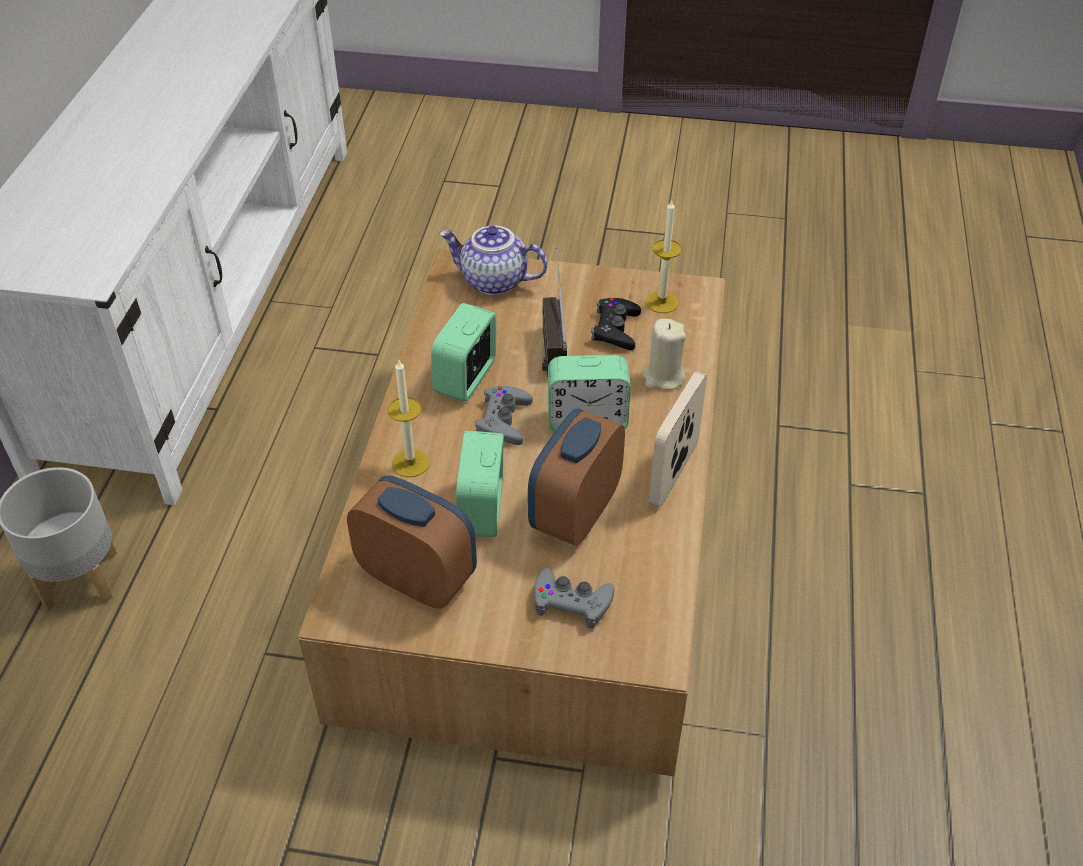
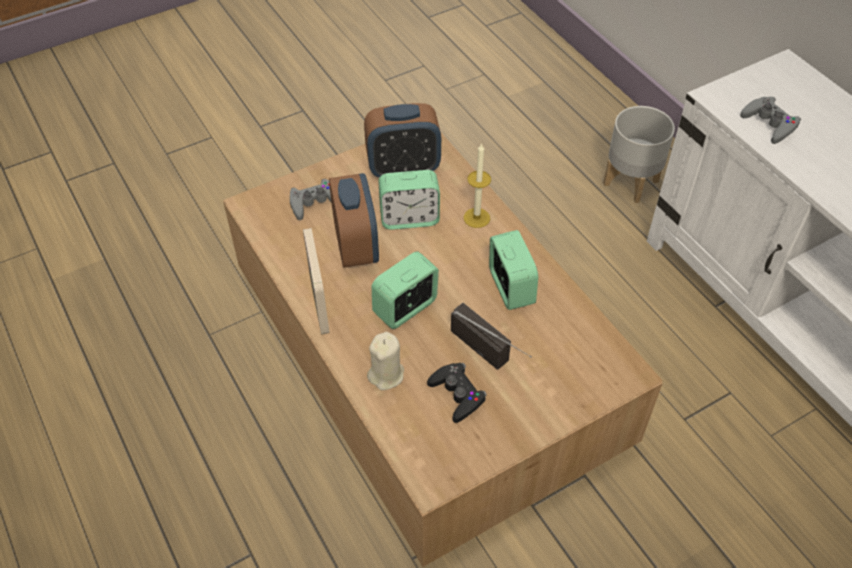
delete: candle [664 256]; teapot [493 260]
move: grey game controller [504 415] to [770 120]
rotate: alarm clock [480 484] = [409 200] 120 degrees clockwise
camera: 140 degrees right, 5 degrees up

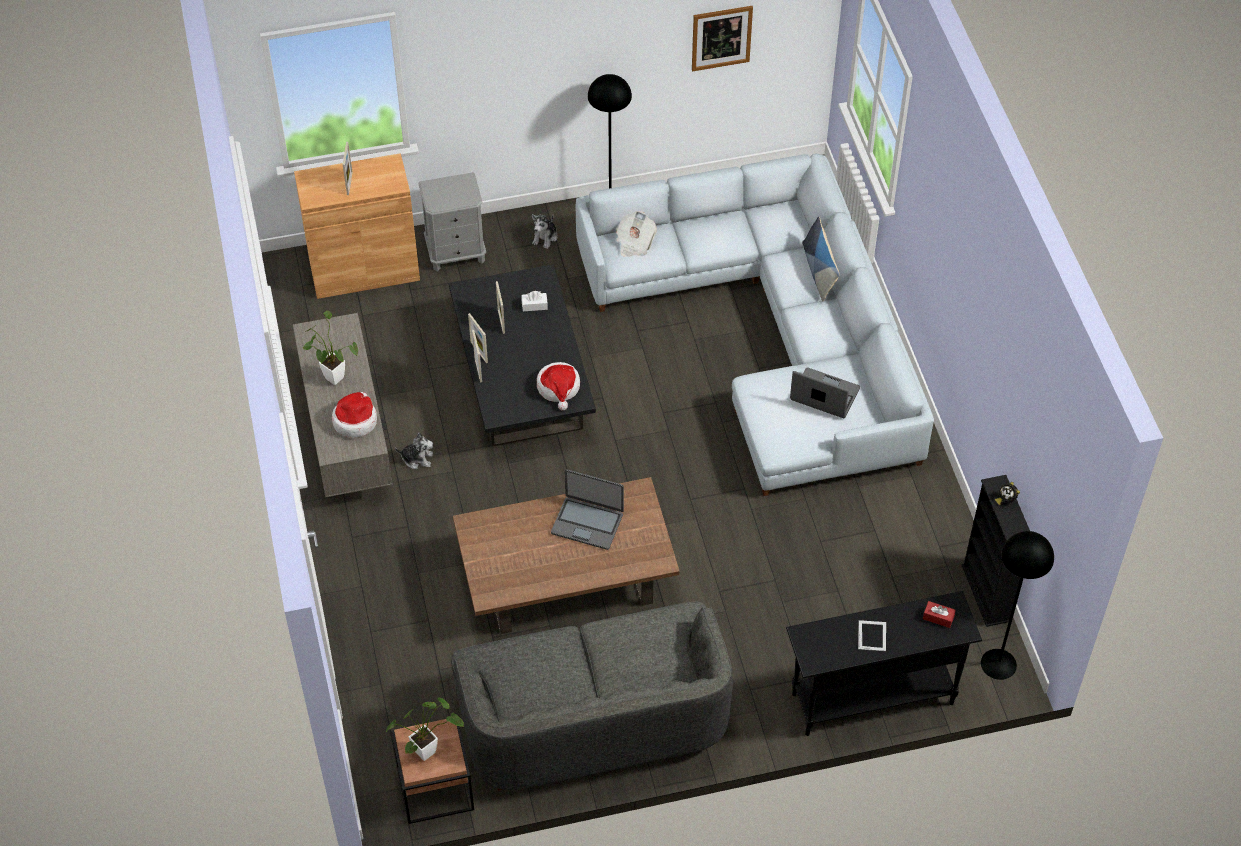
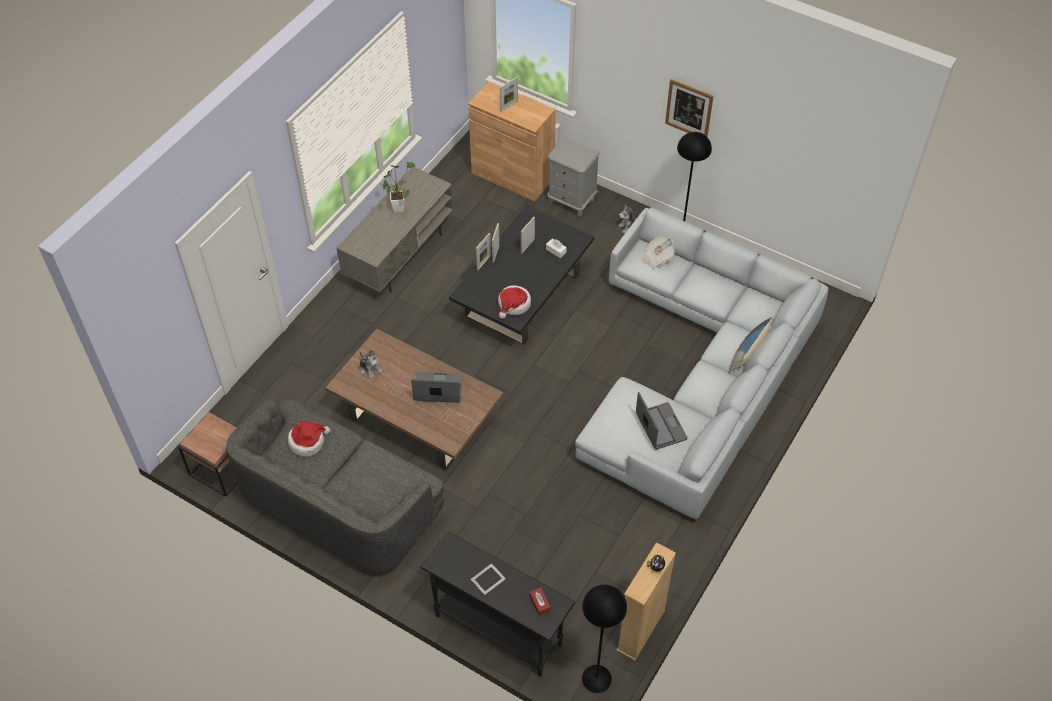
delete: potted plant [425 729]
move: picture [722 38] to [689 107]; hat [354 414] to [309 439]; plush toy [414 451] to [371 364]
recolor: black bookcase [996 551] to beige bookcase [646 601]
rotate: laptop [587 509] = [437 387] 120 degrees clockwise
camera: 45 degrees right, 0 degrees up

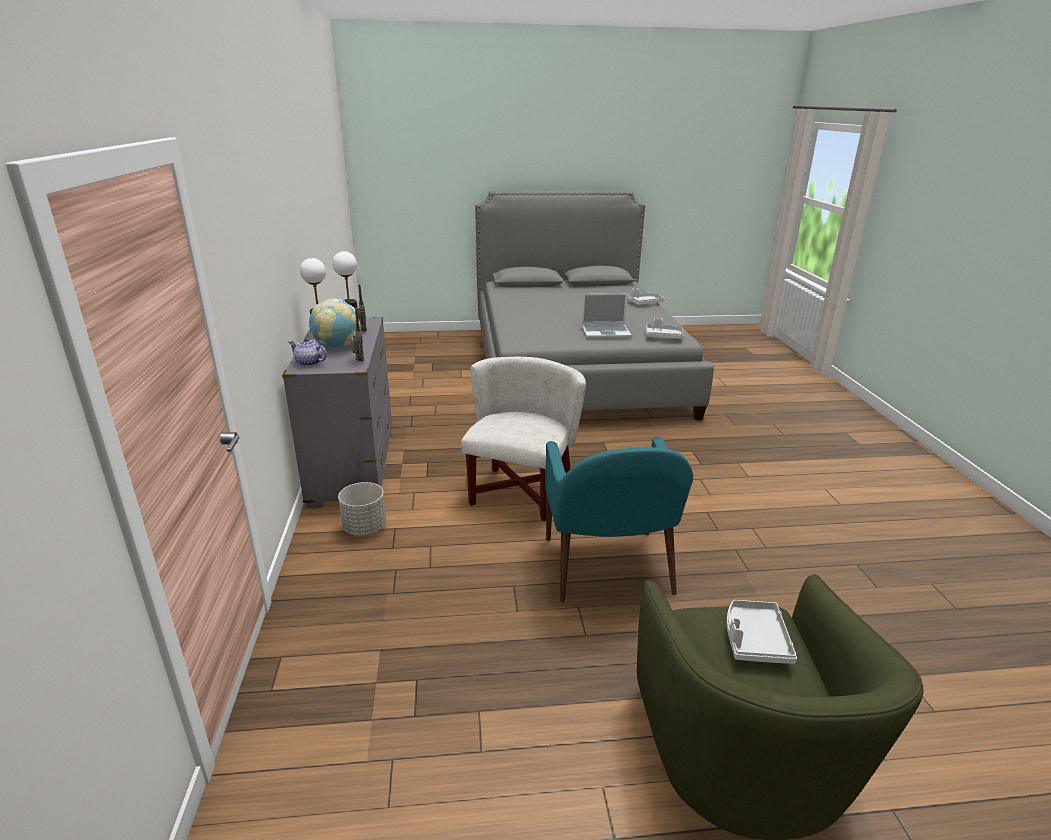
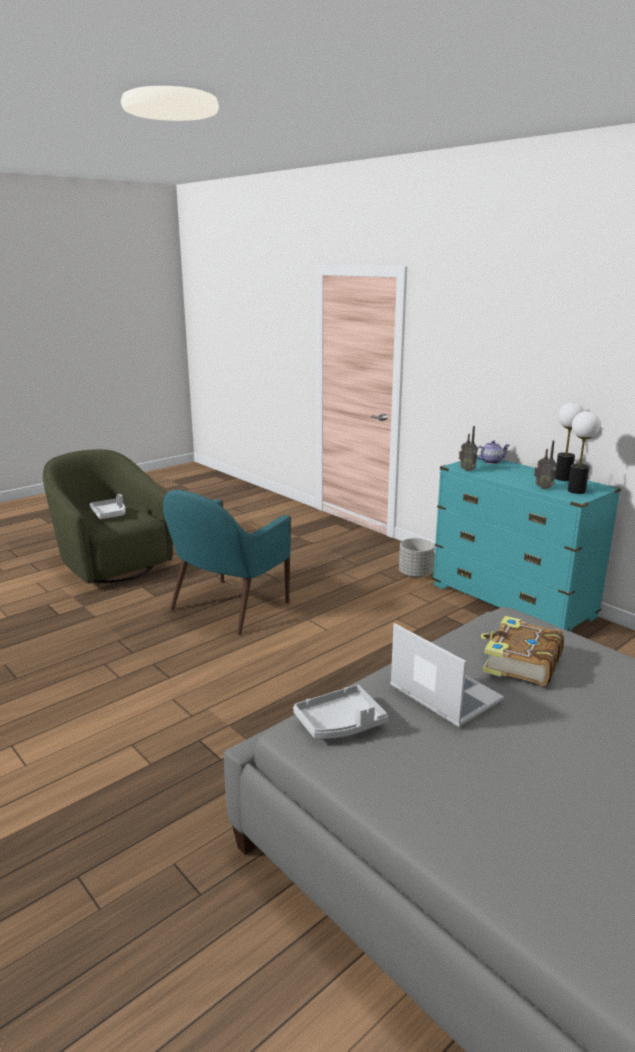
delete: grey tray [646 296]; globe [335 323]; white armchair [523 439]
insert: book [522 651]
recolor: grey dresser [337 412] to turquoise dresser [526 543]
rotate: laptop [606 315] = [447 675] 90 degrees clockwise; turquoise armchair [619 520] = [227 562] 105 degrees counterclockwise
camera: 145 degrees right, 5 degrees down

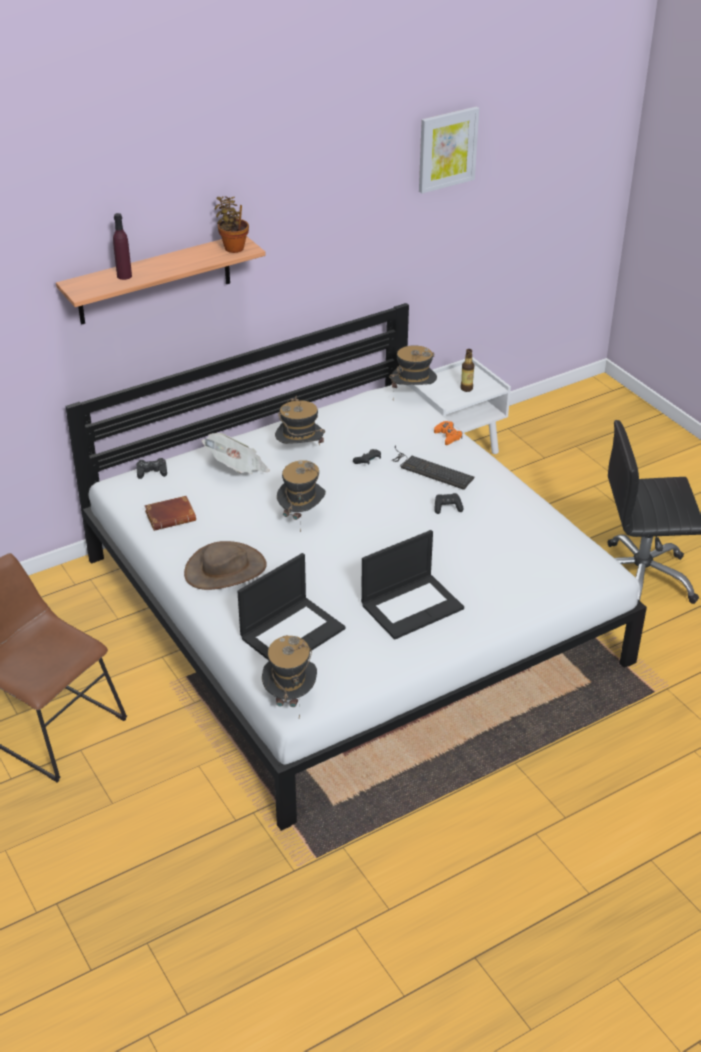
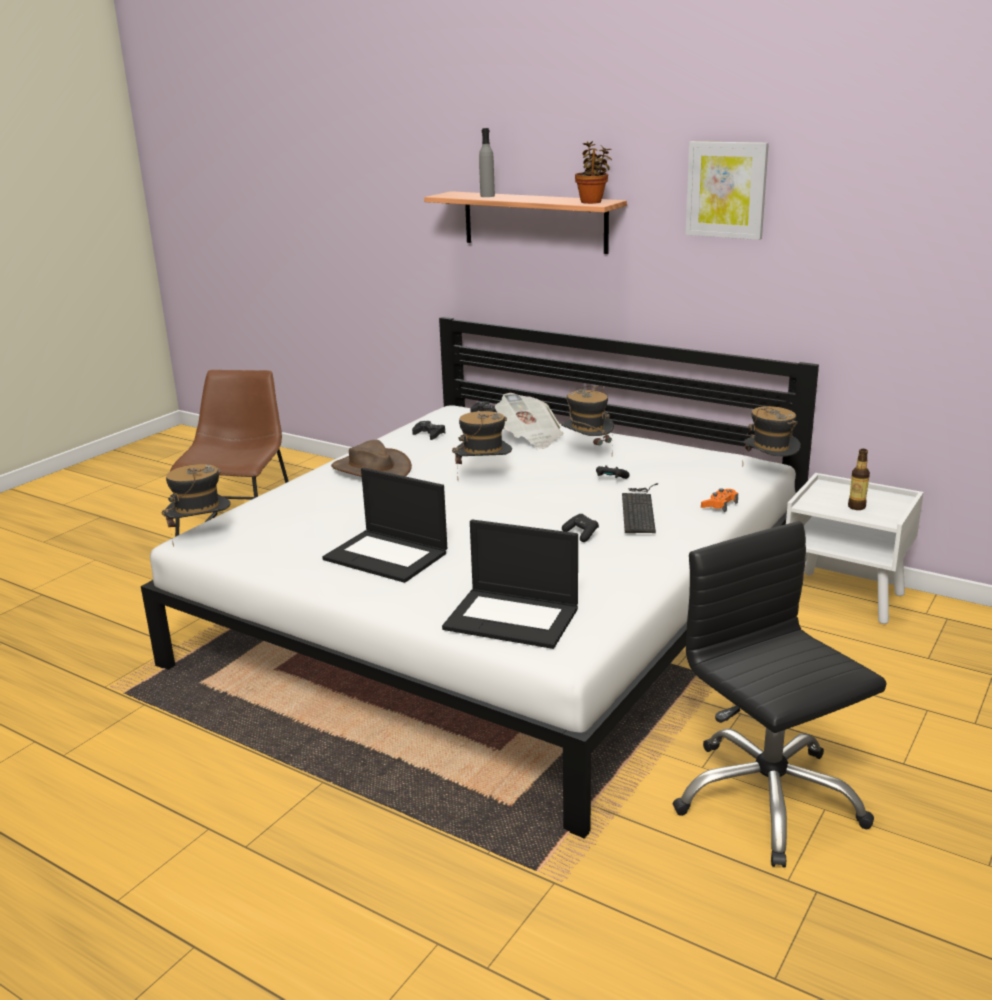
move: picture [449 150] to [727 190]; laptop [291 606] to [510 584]
replace: brown book [170 513] to black game controller [428 430]
recolor: purple bottle [122 246] to grey bottle [487 162]
camera: 65 degrees right, 15 degrees down

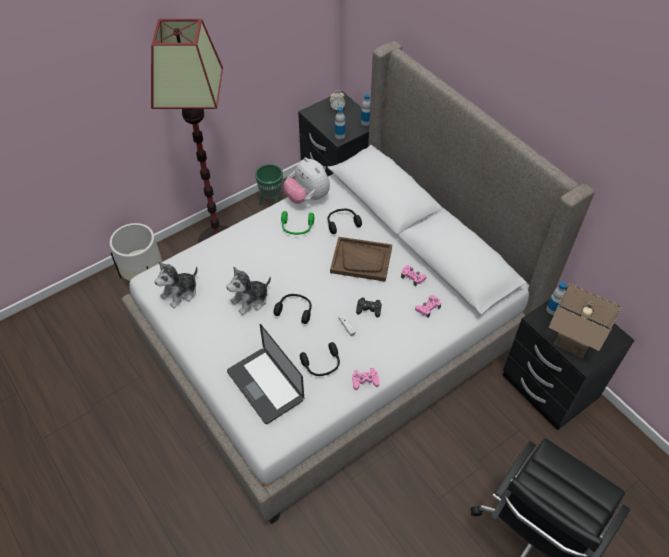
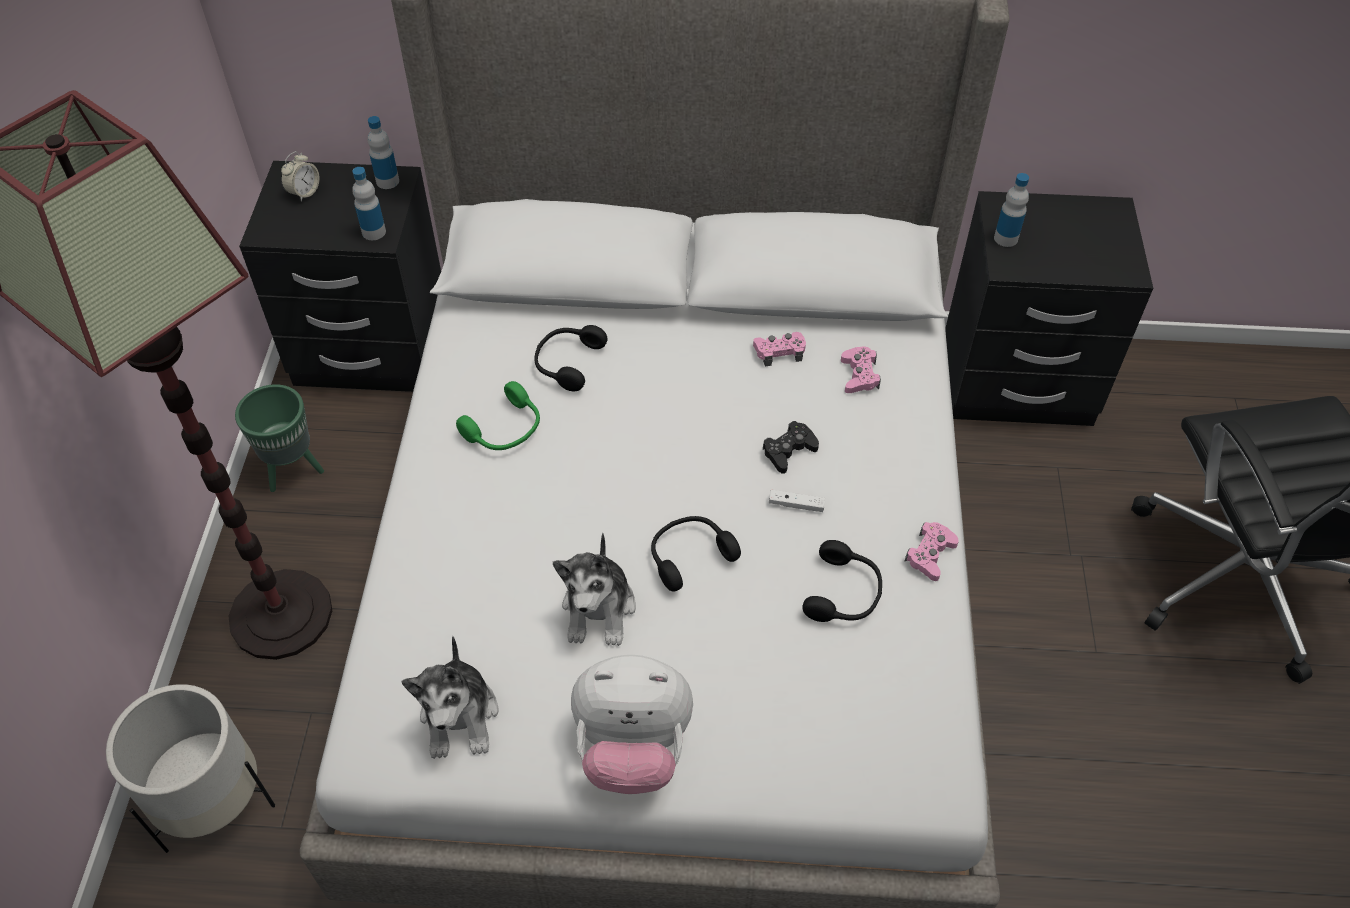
delete: brown tray [361 259]; beige table lamp [585 321]; laptop [265 374]
move: plush toy [306 180] to [632 724]
camera: 50 degrees left, 0 degrees up

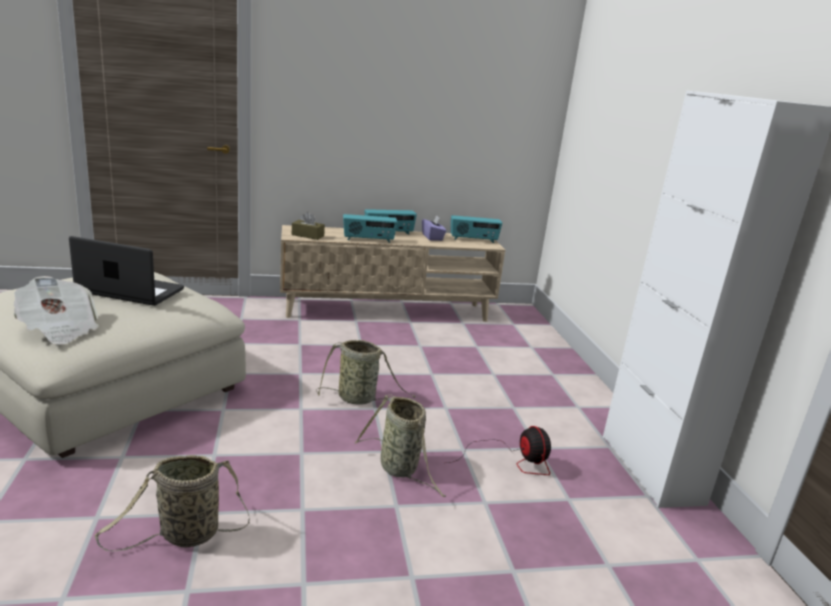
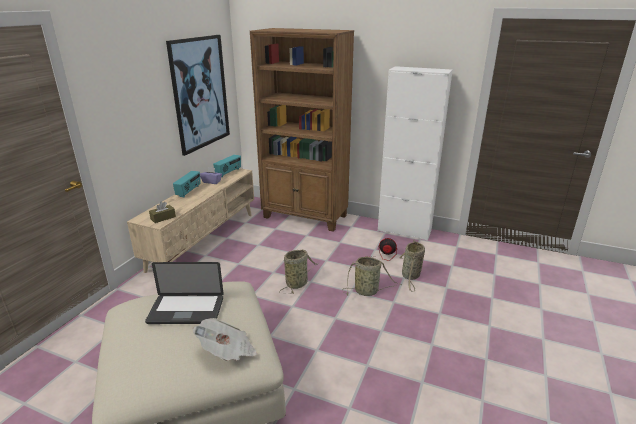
delete: radio [370 228]
insert: brown bookcase [302 130]; picture [198 95]
move: basket [172 503] to [412 266]
rotate: laptop [126 271] = [184 293] 135 degrees counterclockwise
camera: 55 degrees left, 5 degrees up

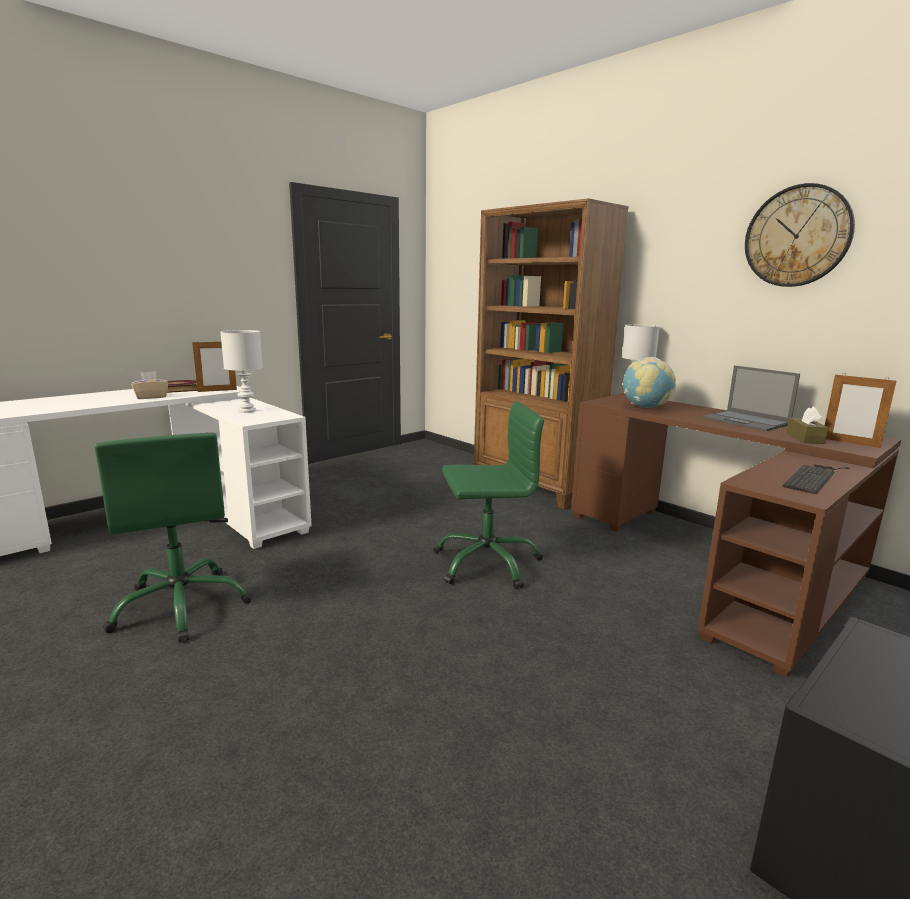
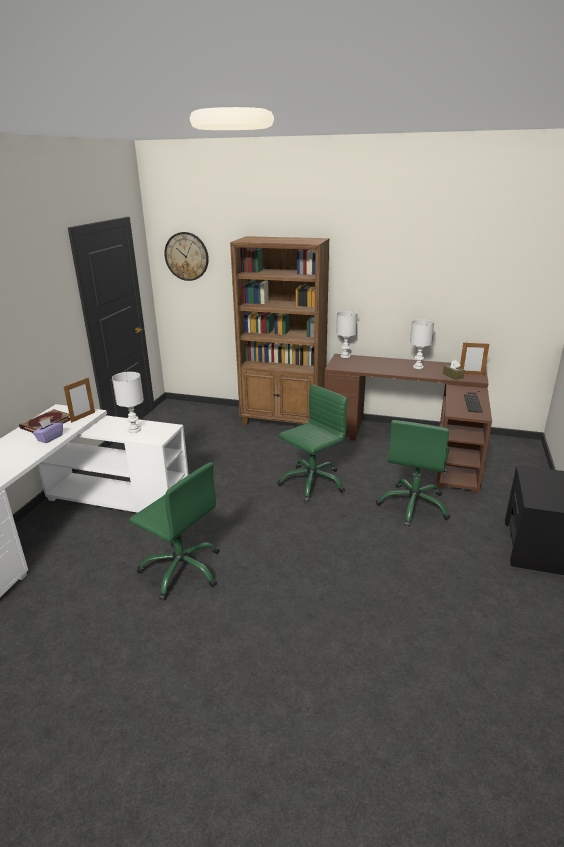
delete: globe [649 382]
insert: green office chair [413 473]
move: wall clock [800 235] to [186 256]
replace: laptop [751 398] to white table lamp [422 344]
recolor: beige tissue box [149 385] to purple tissue box [48 430]
camera: 30 degrees left, 10 degrees up

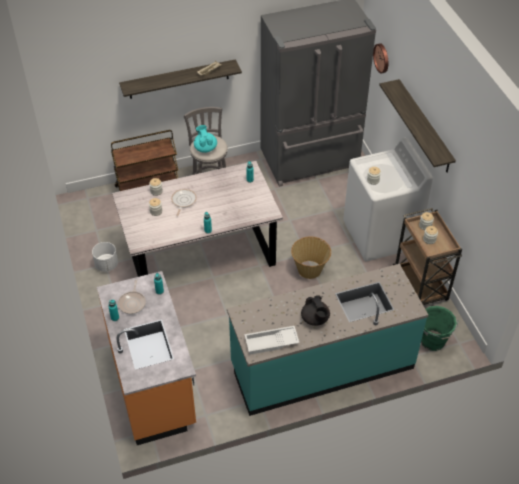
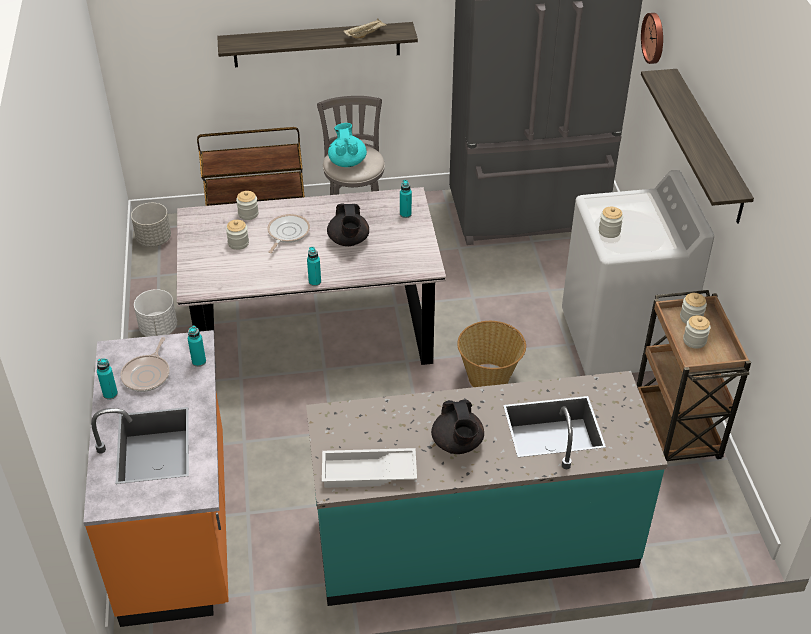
delete: green bucket [439 328]
insert: grey planter [151 225]; black teapot [348 225]
camera: 10 degrees right, 5 degrees down

